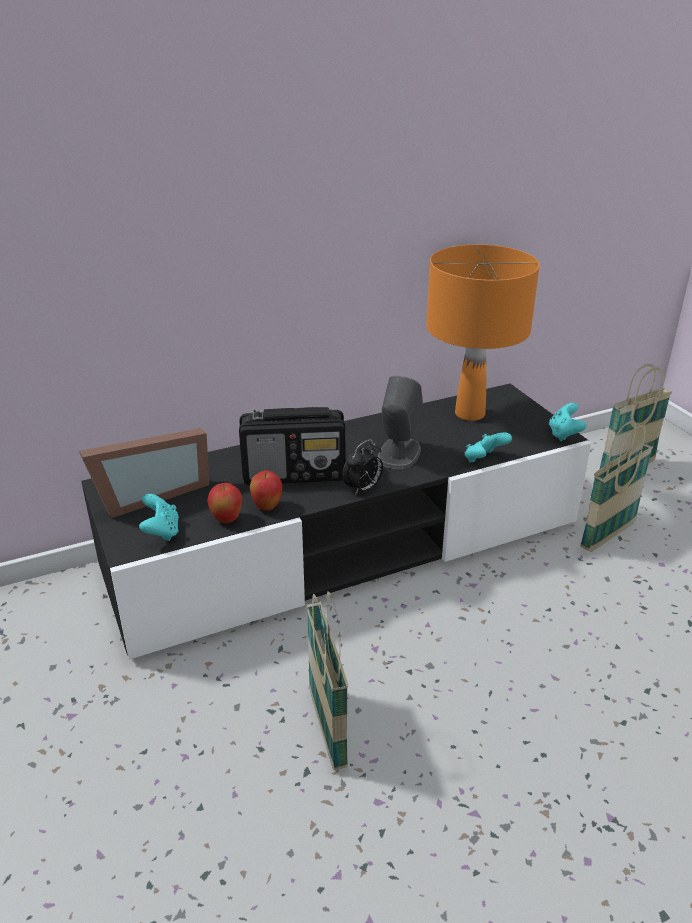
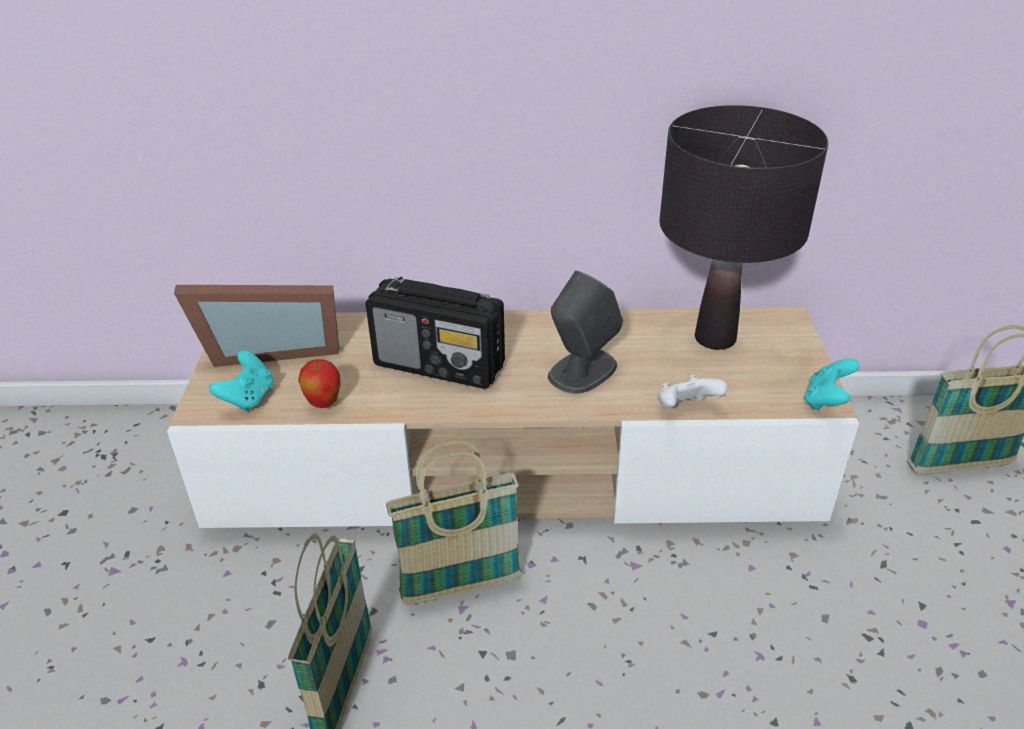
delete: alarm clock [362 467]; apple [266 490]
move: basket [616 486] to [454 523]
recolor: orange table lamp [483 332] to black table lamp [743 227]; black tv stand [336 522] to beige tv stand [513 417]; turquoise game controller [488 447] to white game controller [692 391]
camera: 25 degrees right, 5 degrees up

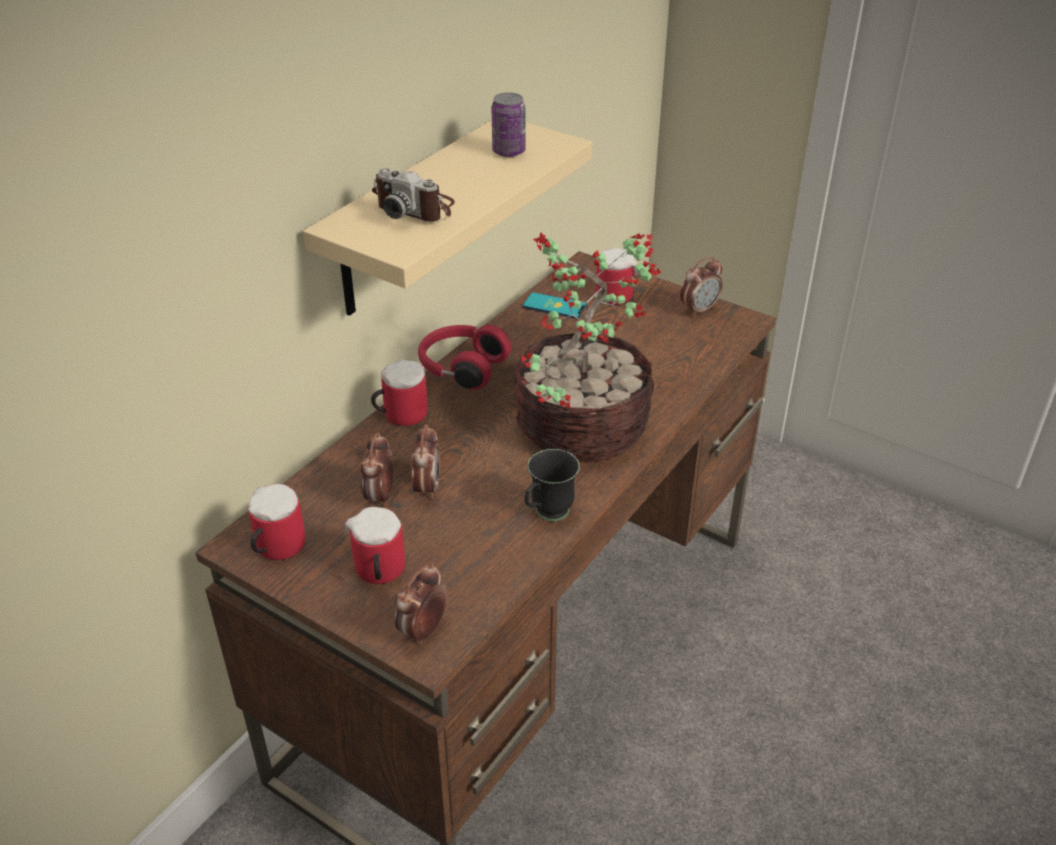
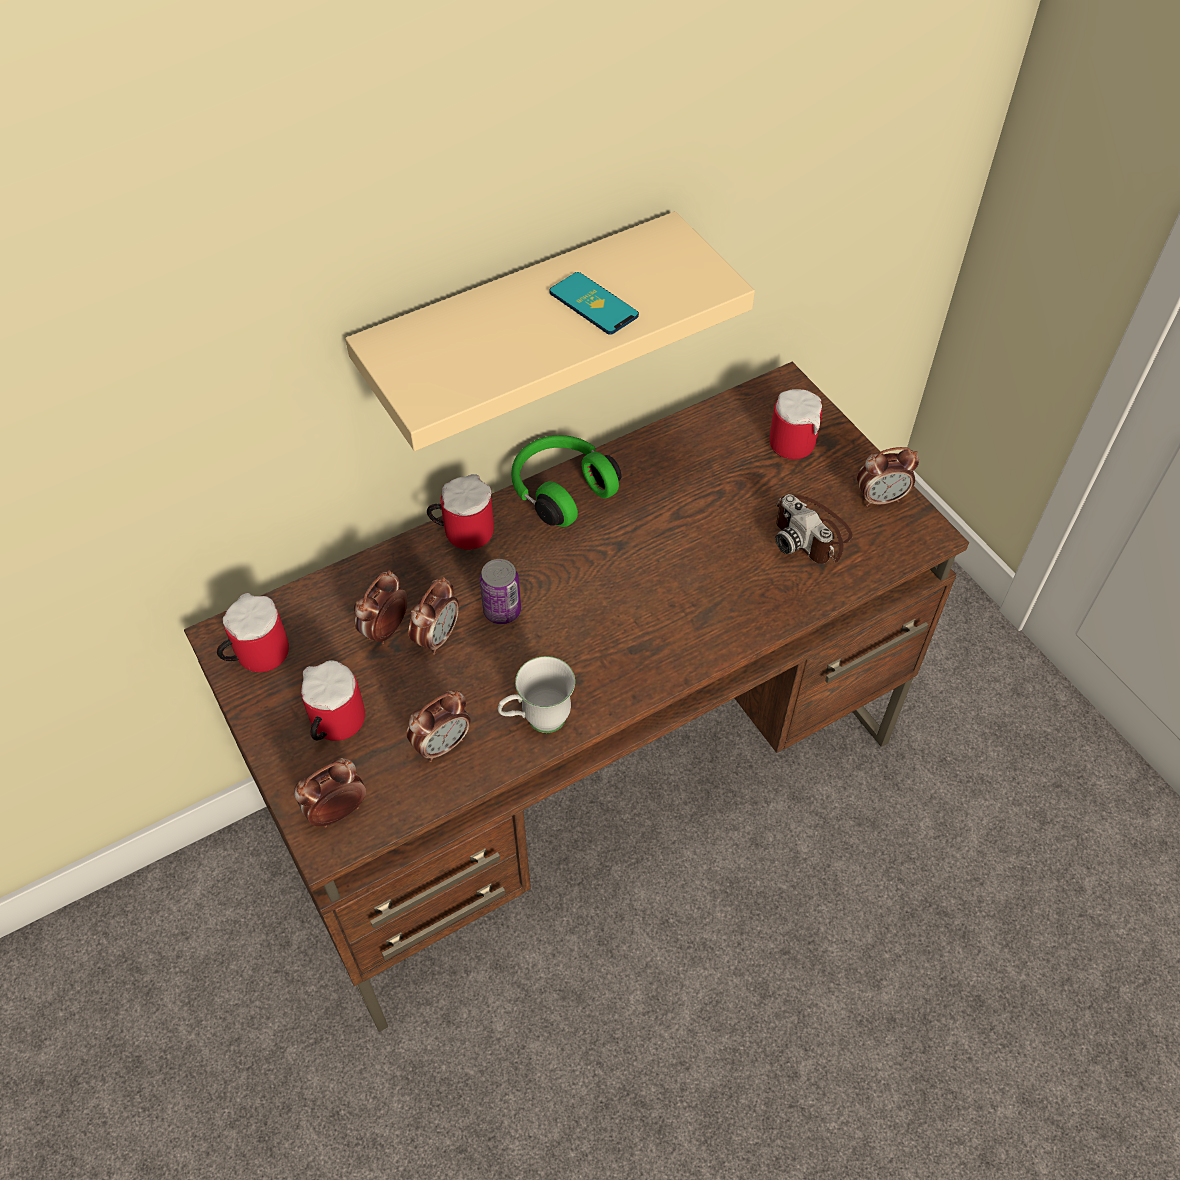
delete: potted plant [587 347]
insert: alarm clock [438 726]
move: can [509 124] to [500 591]; photo camera [413 195] to [814 529]; phone [554 305] to [594 303]
recolor: red headphones [464 357] to green headphones [566 481]; black mug [552 485] to white mug [536 694]
camera: 25 degrees right, 15 degrees up

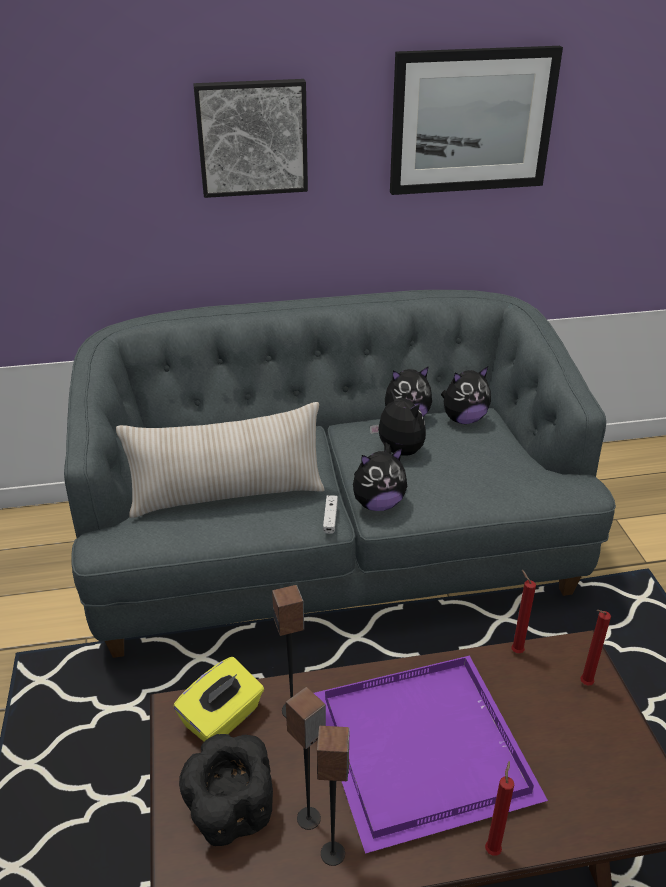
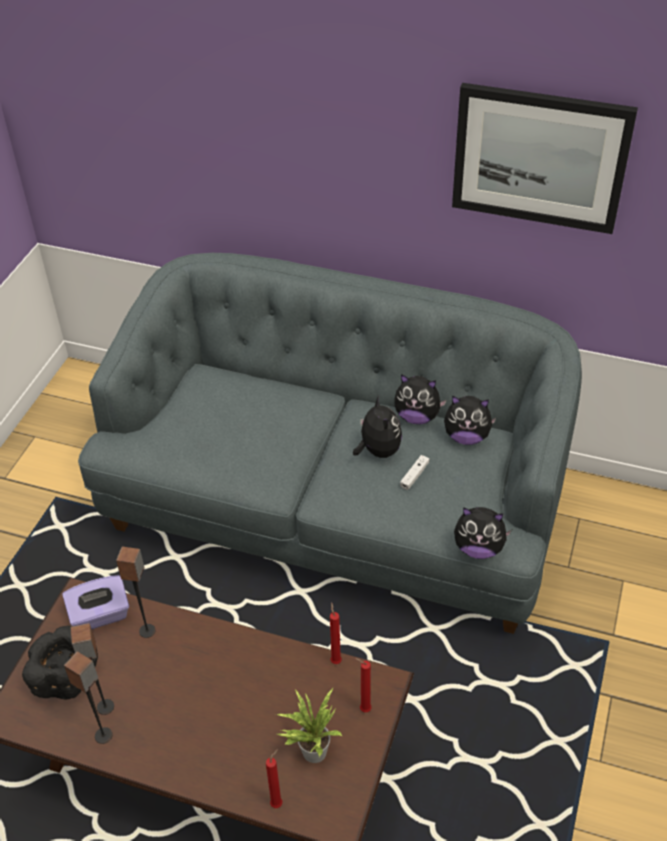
delete: picture [250 138]; beige pillow [220 460]; purple tray [431 755]
insert: potted plant [309 725]
move: plush toy [380 479] to [483 533]; white game controller [330 514] to [415 472]; red candle [499 808] to [274 778]
recolor: yellow tissue box [219 699] to purple tissue box [95 602]
camera: 30 degrees right, 10 degrees up

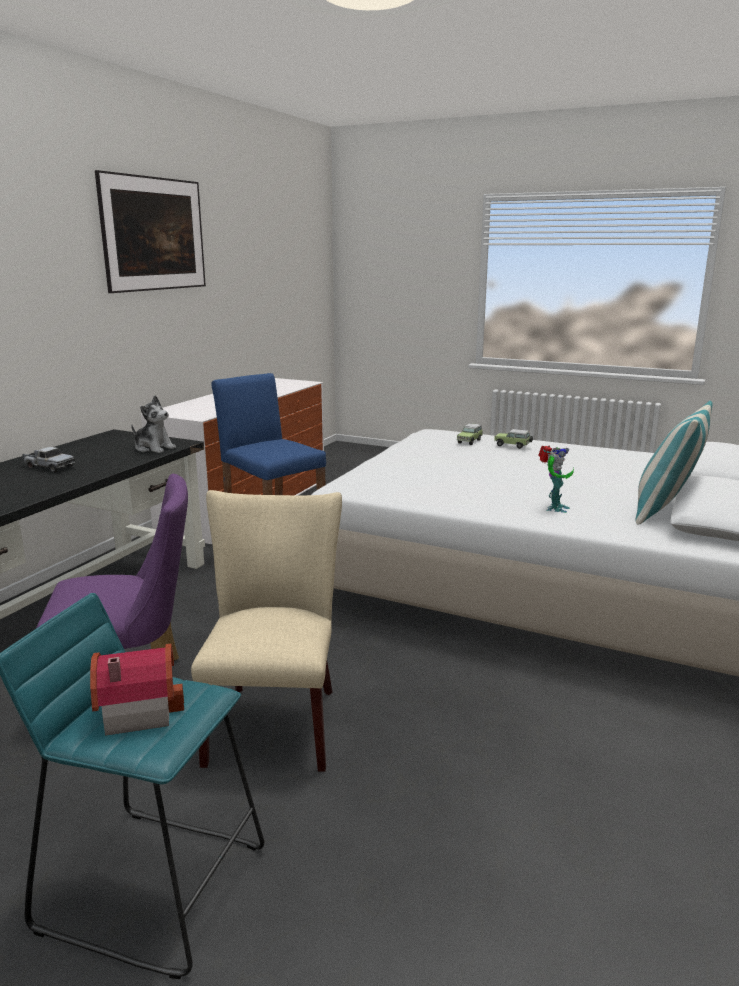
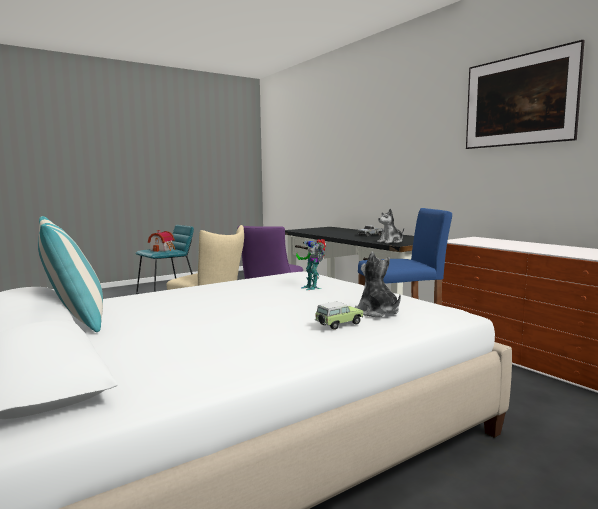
move: toy robot [556 479] to [311 264]
replace: toy car [470 434] to plush toy [377 284]
camera: 120 degrees right, 10 degrees down

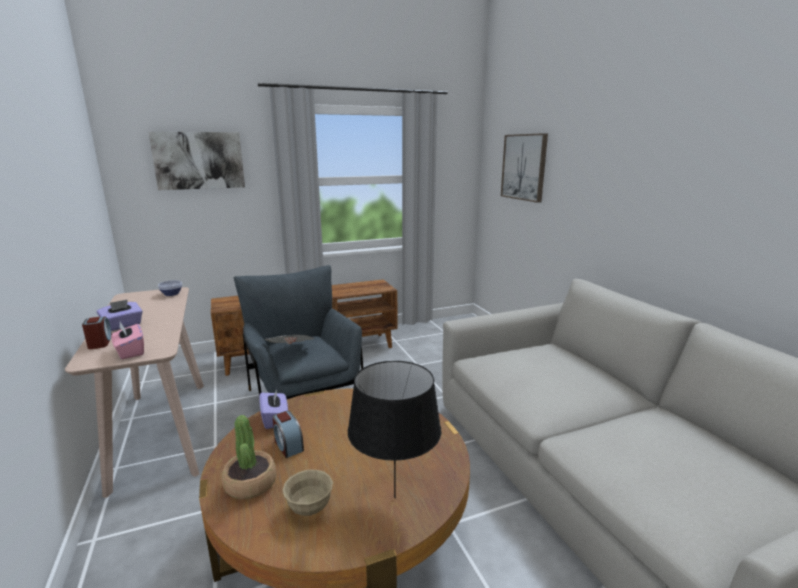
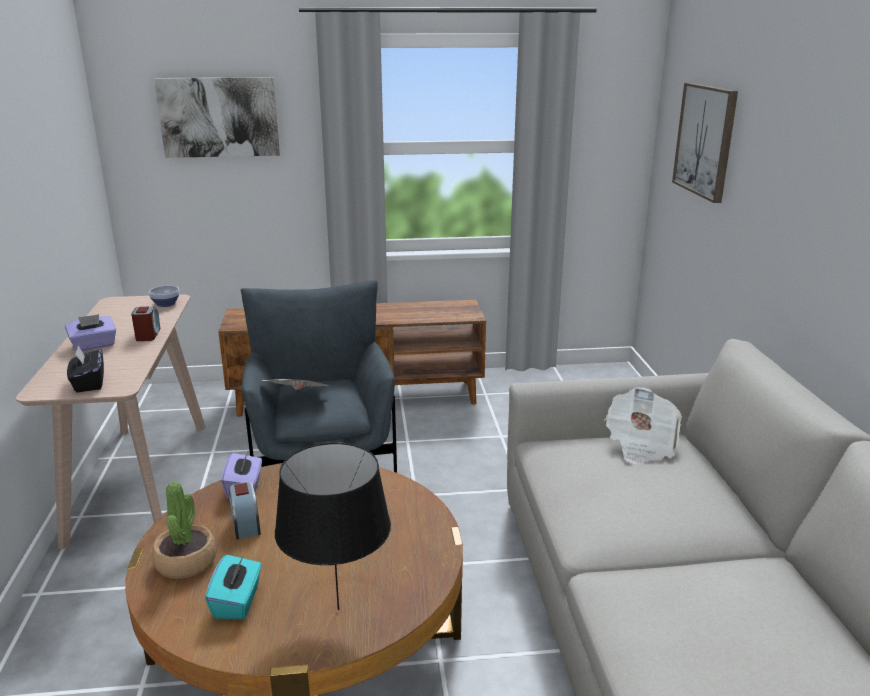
insert: newspaper [643 425]
move: alarm clock [97 332] to [146 324]
replace: beige bowl [308 493] to turquoise tissue box [233 587]
recolor: pink tissue box [127 340] to black tissue box [85 368]
camera: 15 degrees right, 5 degrees up

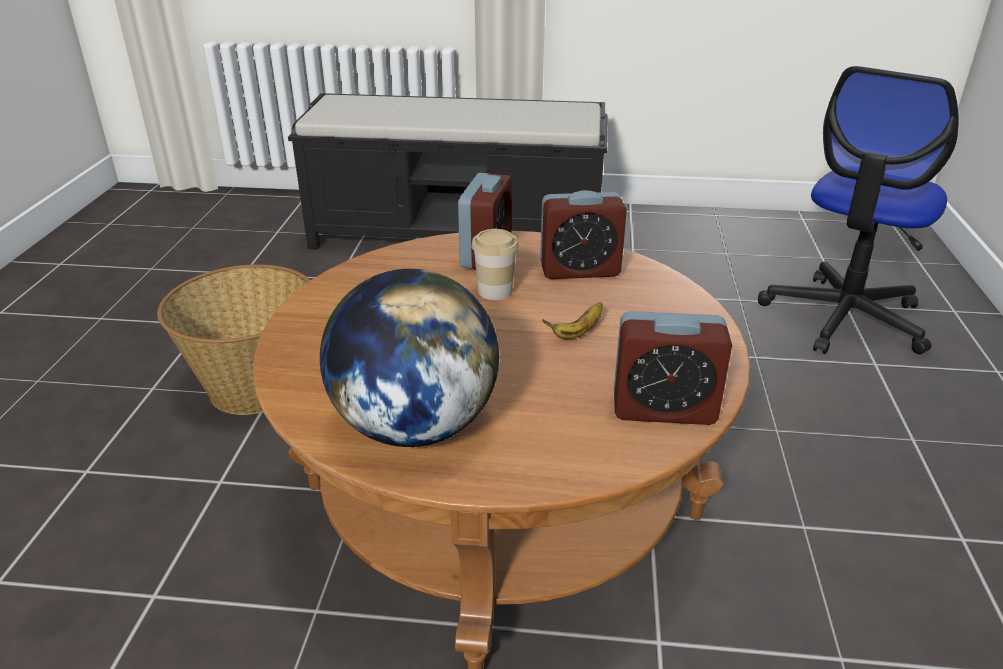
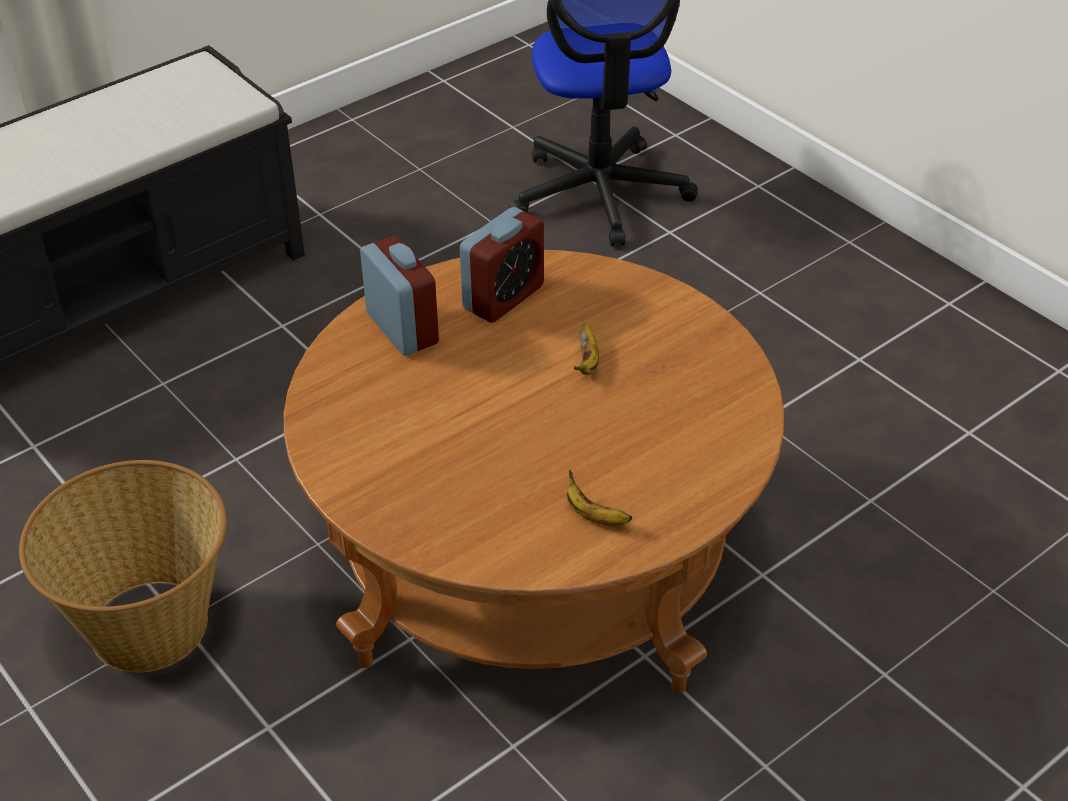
delete: cup [495 264]; alarm clock [673 368]
replace: globe [409 358] to banana [599 497]
camera: 45 degrees left, 10 degrees up

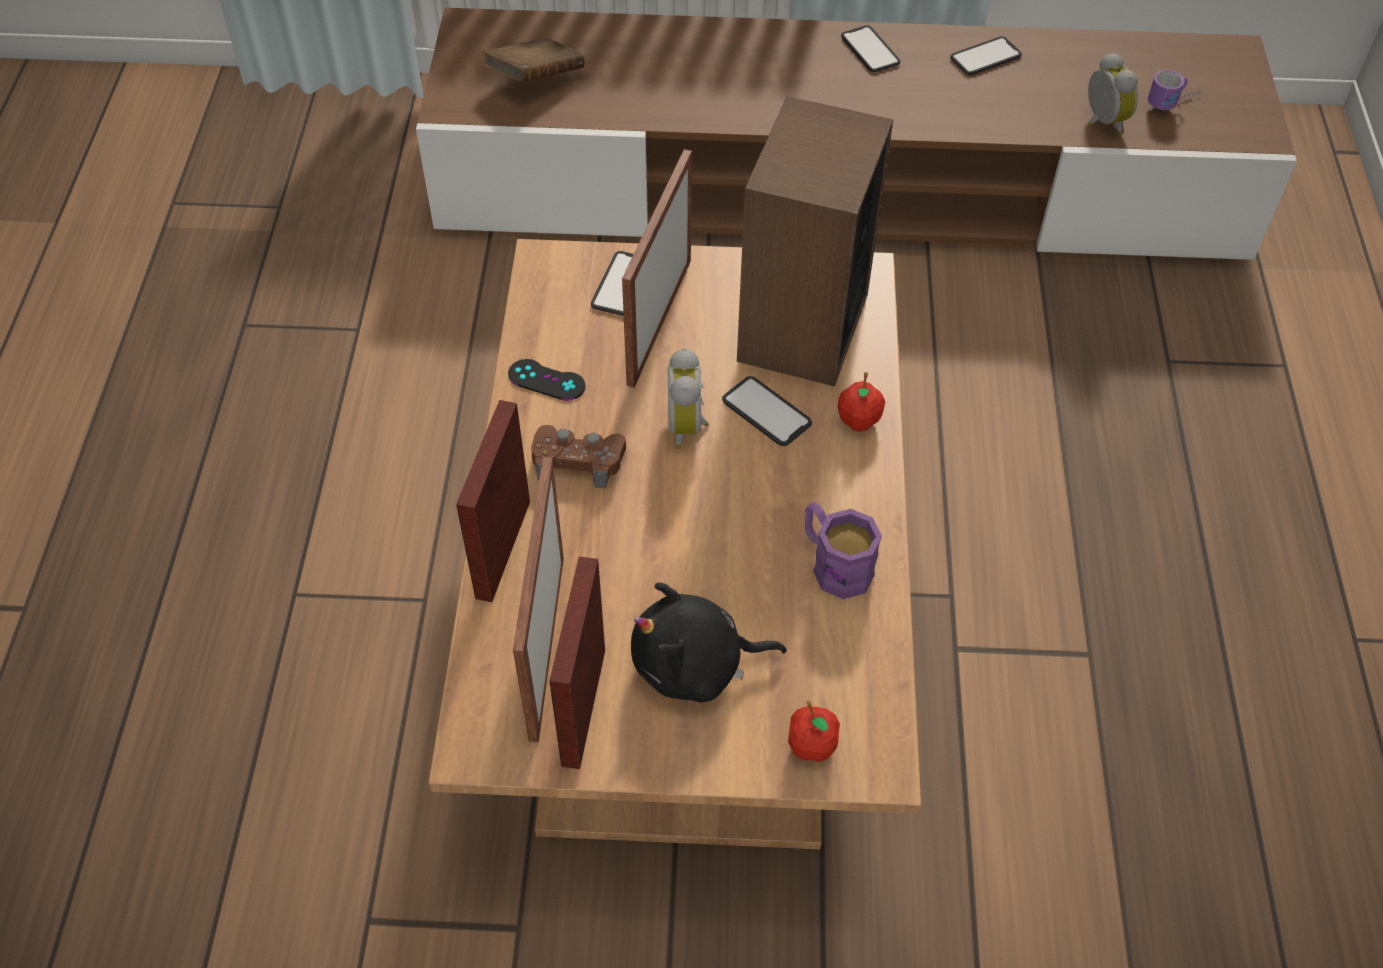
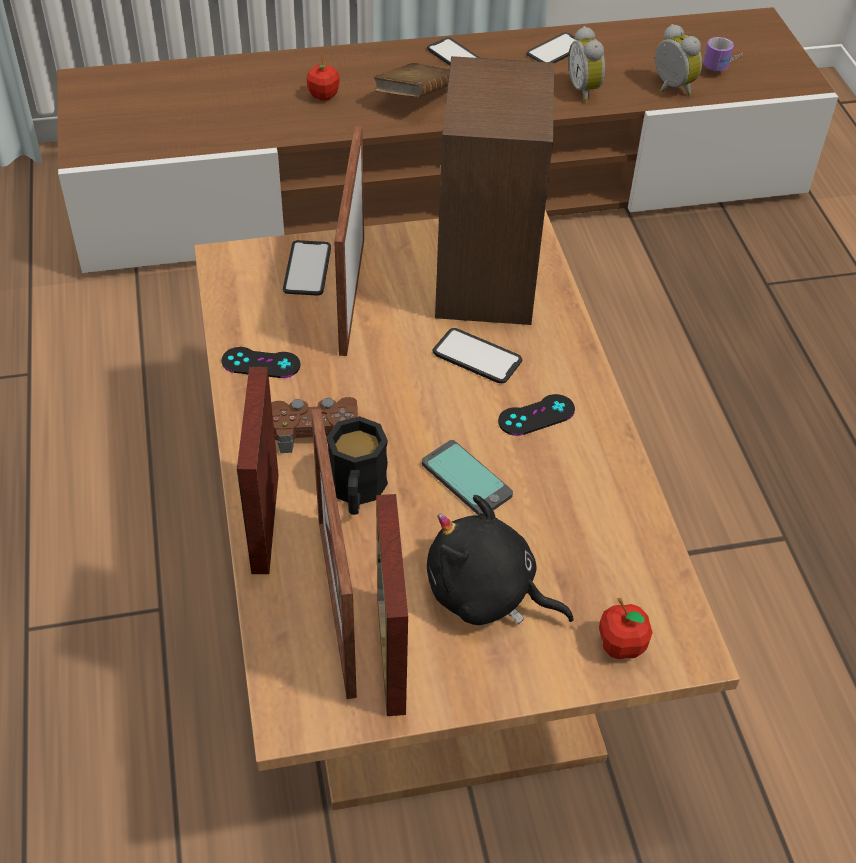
delete: purple mug [843 550]
insert: black game controller [536 415]; black mug [357 465]; phone [467 477]
move: brown book [534 60] to [412 80]; alarm clock [688 398] to [586 64]; apple [861 402] to [323 77]
rotate: black plush toy [709 642] = [500 560] 45 degrees clockwise
camera: 15 degrees left, 5 degrees down

